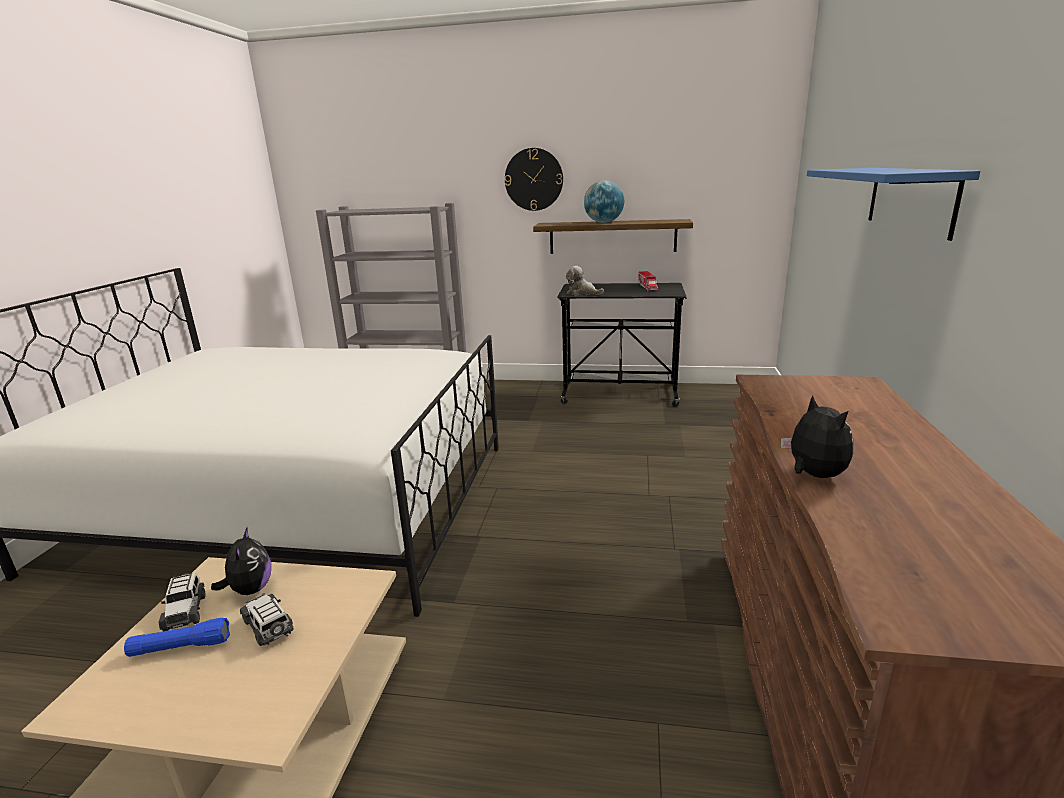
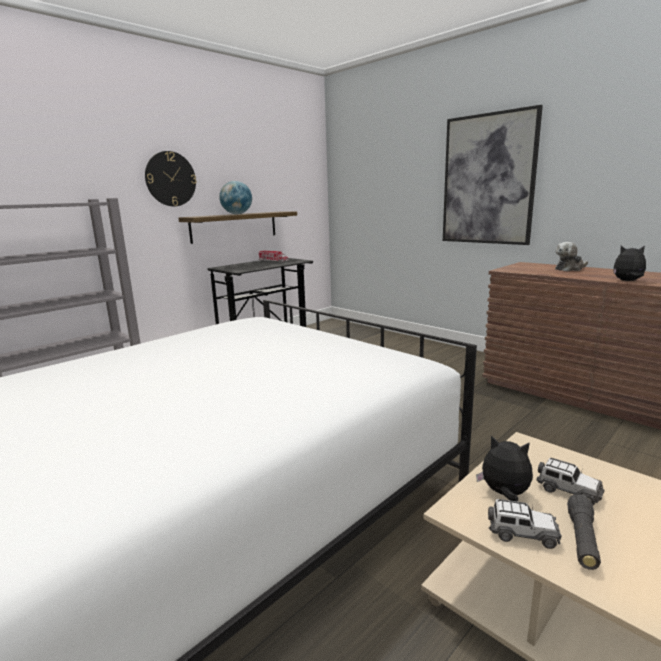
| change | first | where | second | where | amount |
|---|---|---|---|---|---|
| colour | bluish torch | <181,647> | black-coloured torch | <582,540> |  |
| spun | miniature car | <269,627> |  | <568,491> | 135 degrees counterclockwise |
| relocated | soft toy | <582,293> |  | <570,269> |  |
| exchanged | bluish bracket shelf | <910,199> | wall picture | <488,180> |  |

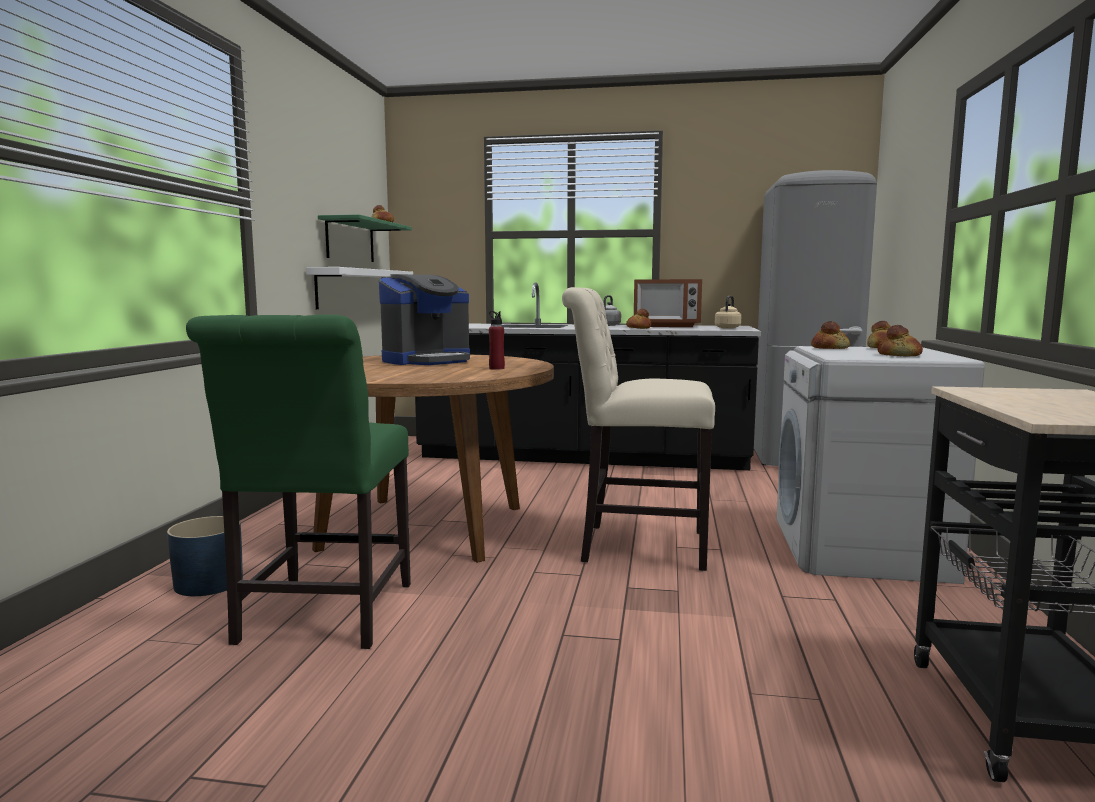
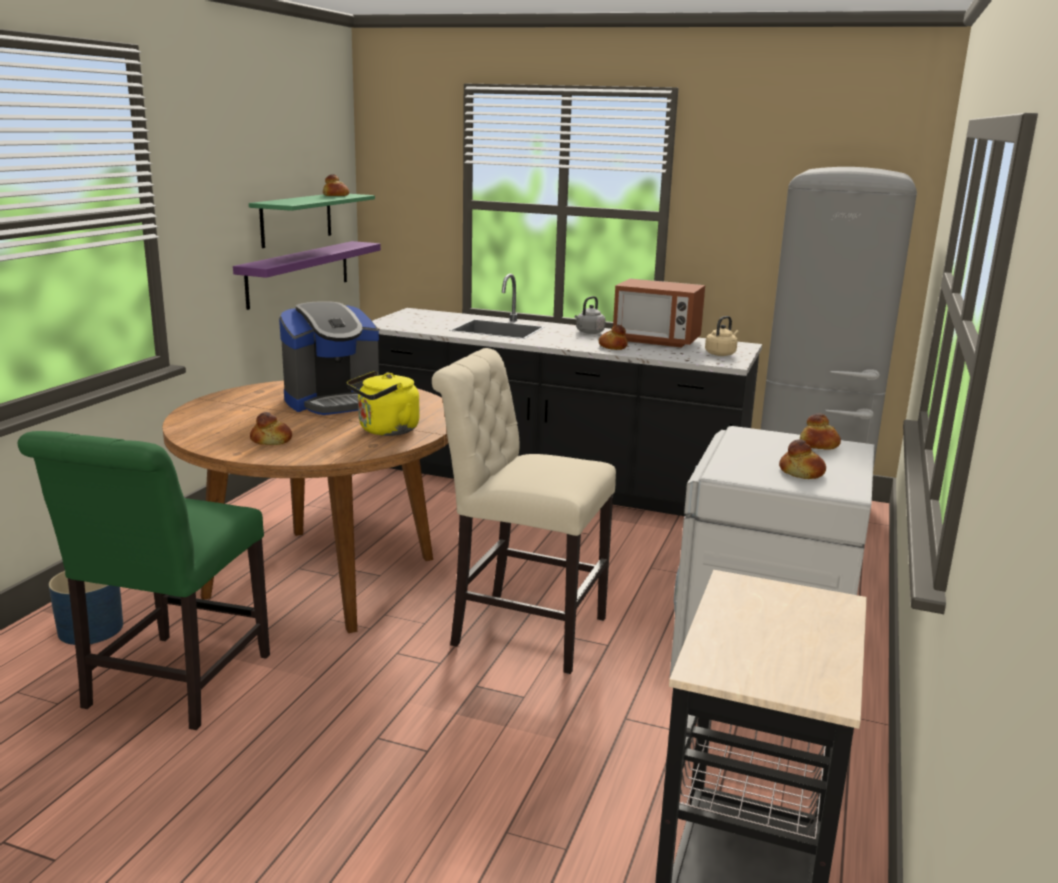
| change | first | where | second | where | amount |
|---|---|---|---|---|---|
| colour | whitish bracket shelf | <352,288> | purple-coloured bracket shelf | <299,273> |  |
| exchanged | red drink bottle | <496,368> | yellow water kettle | <385,431> |  |
| relocated | bakery bread | <829,348> |  | <272,440> |  |

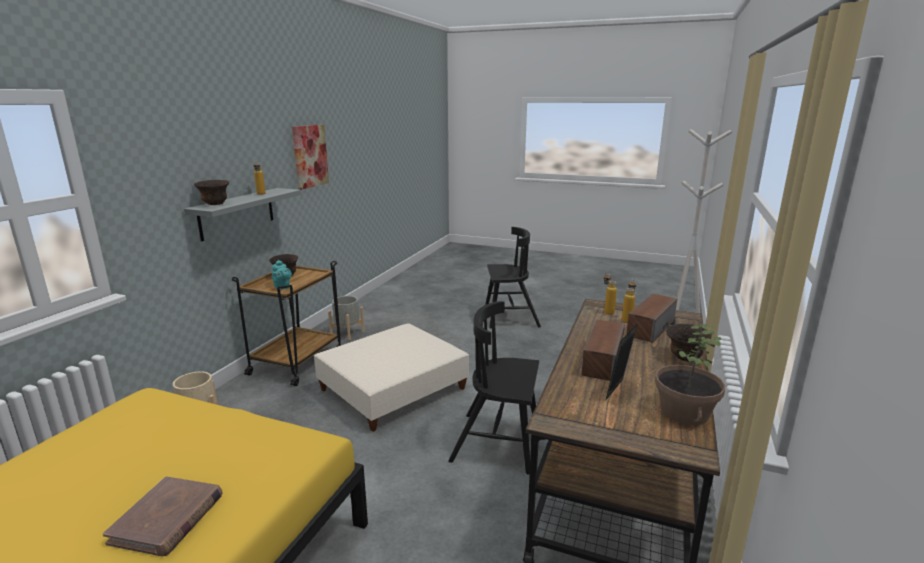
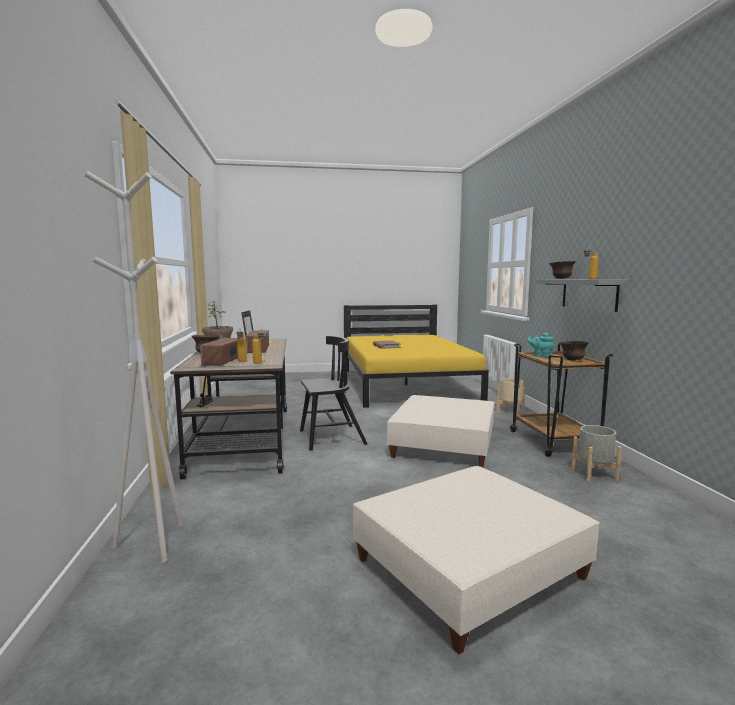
| change | first | where | second | where | amount |
|---|---|---|---|---|---|
| missing | wall picture | <310,156> |  |  |  |
| exchanged | black-coloured plain chair | <507,317> | sand-coloured footrest | <468,569> |  |

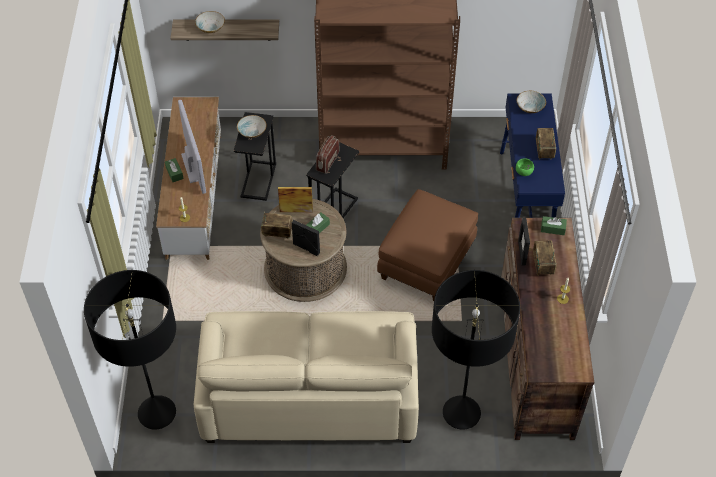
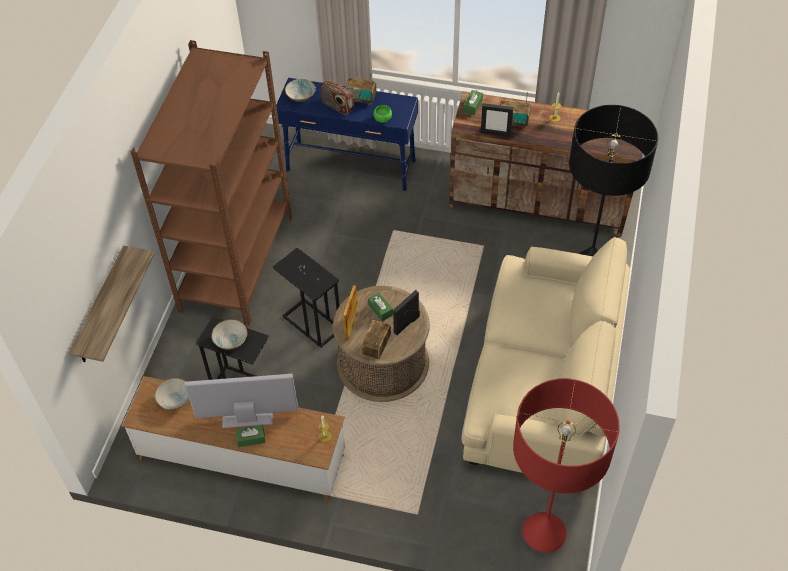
| change | first | where | second | where | amount |
|---|---|---|---|---|---|
| colour | black-coloured standard lamp | <157,415> | red standard lamp | <543,534> |  |
| relocated | deep dish | <210,28> |  | <174,399> |  |
| relocated | radio | <327,162> |  | <337,106> |  |
| missing | brown-coloured footrest | <427,262> |  |  |  |

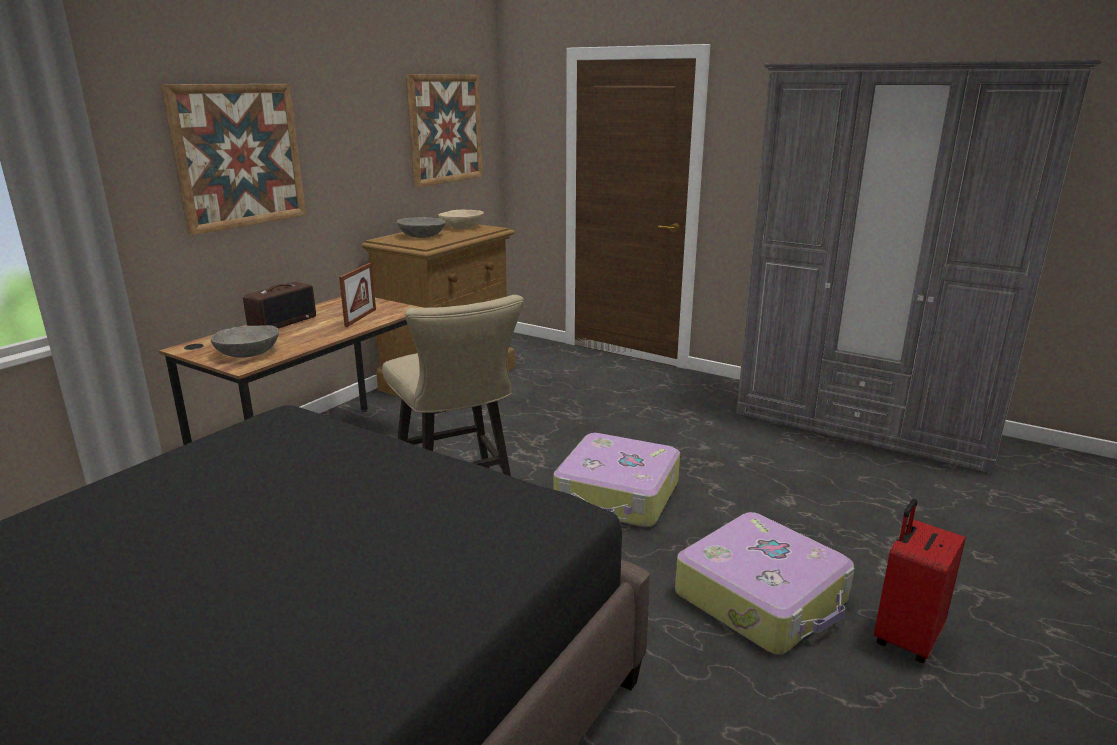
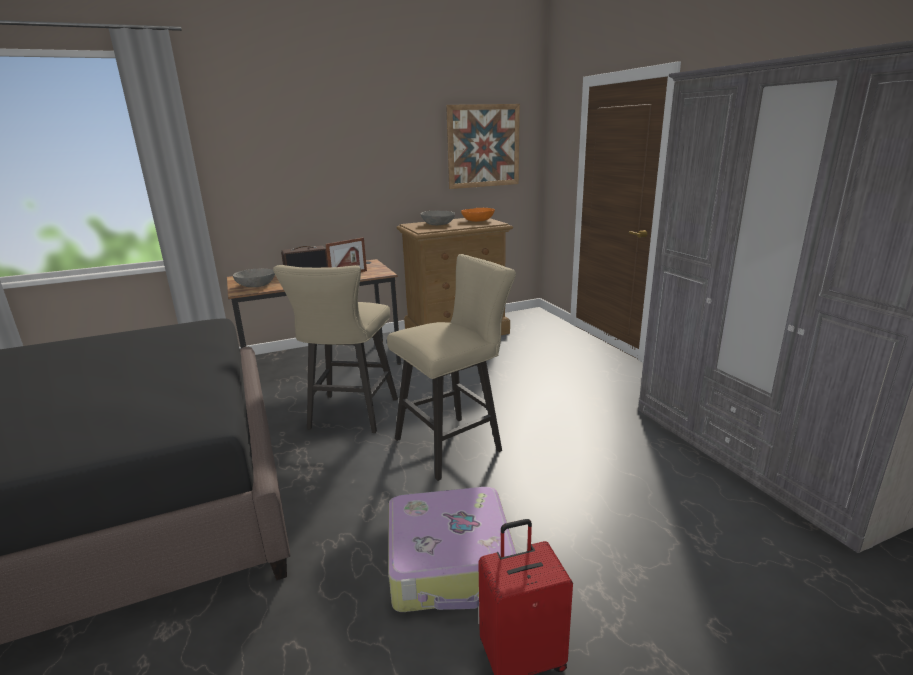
| change | first | where | second | where | amount |
|---|---|---|---|---|---|
| missing | wall picture | <239,156> |  |  |  |
| colour | sand-coloured deep dish | <462,227> | orangey deep dish | <478,220> |  |
| exchanged | travel case | <617,495> | sand-coloured stool | <455,443> |  |

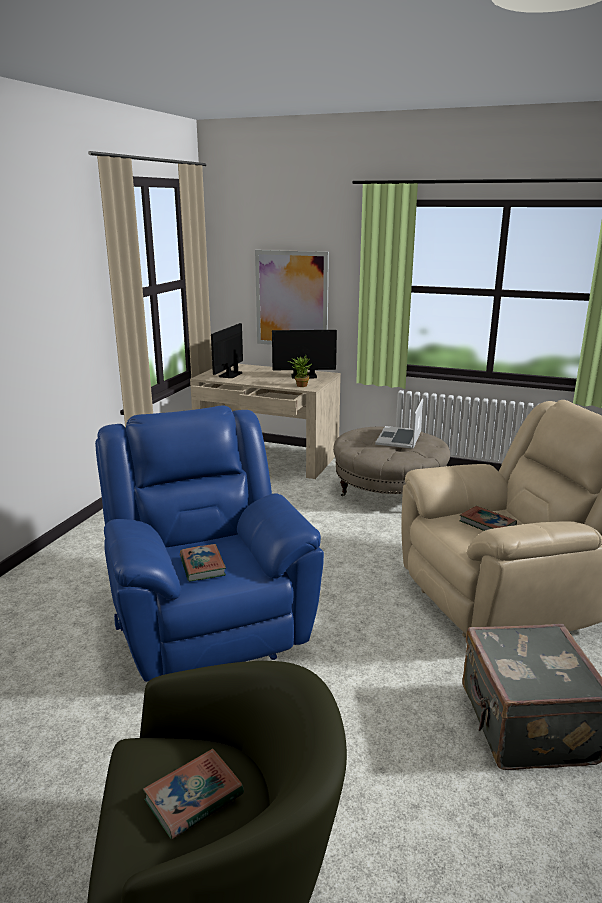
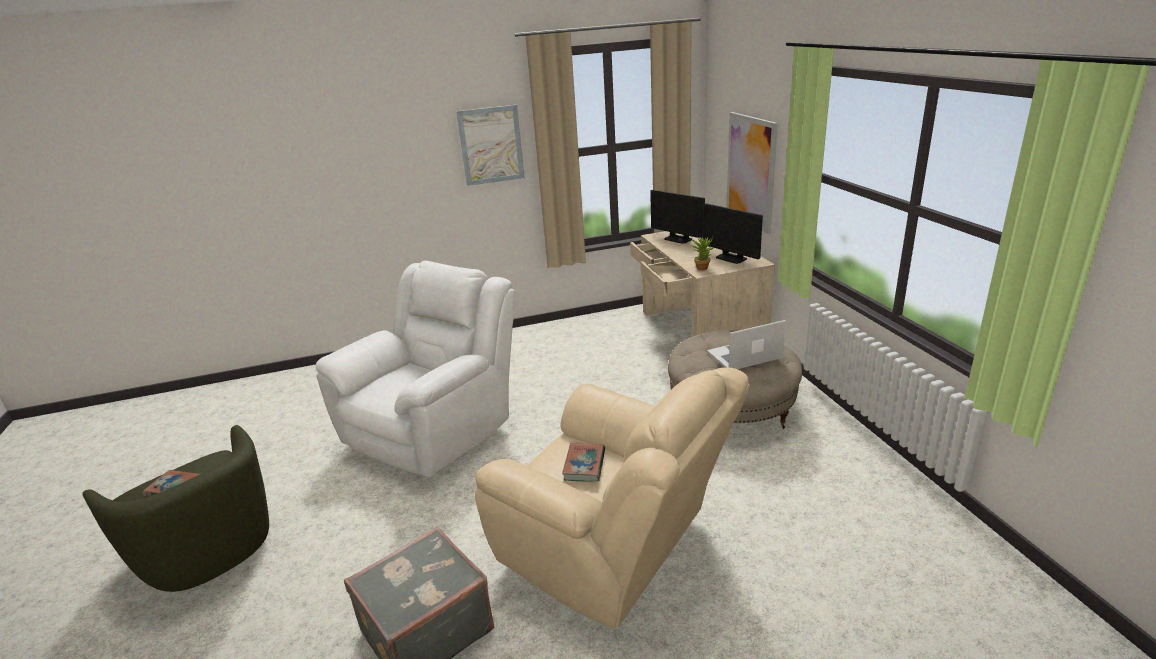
| change | first | where | second | where | amount |
|---|---|---|---|---|---|
| colour | bluish easy chair | <208,619> | whitish easy chair | <435,430> |  |
| missing | book | <202,566> |  |  |  |
| spun | computer screen | <230,374> |  | <678,239> | 120 degrees counterclockwise |
| appeared |  |  | wall picture | <491,145> |  |

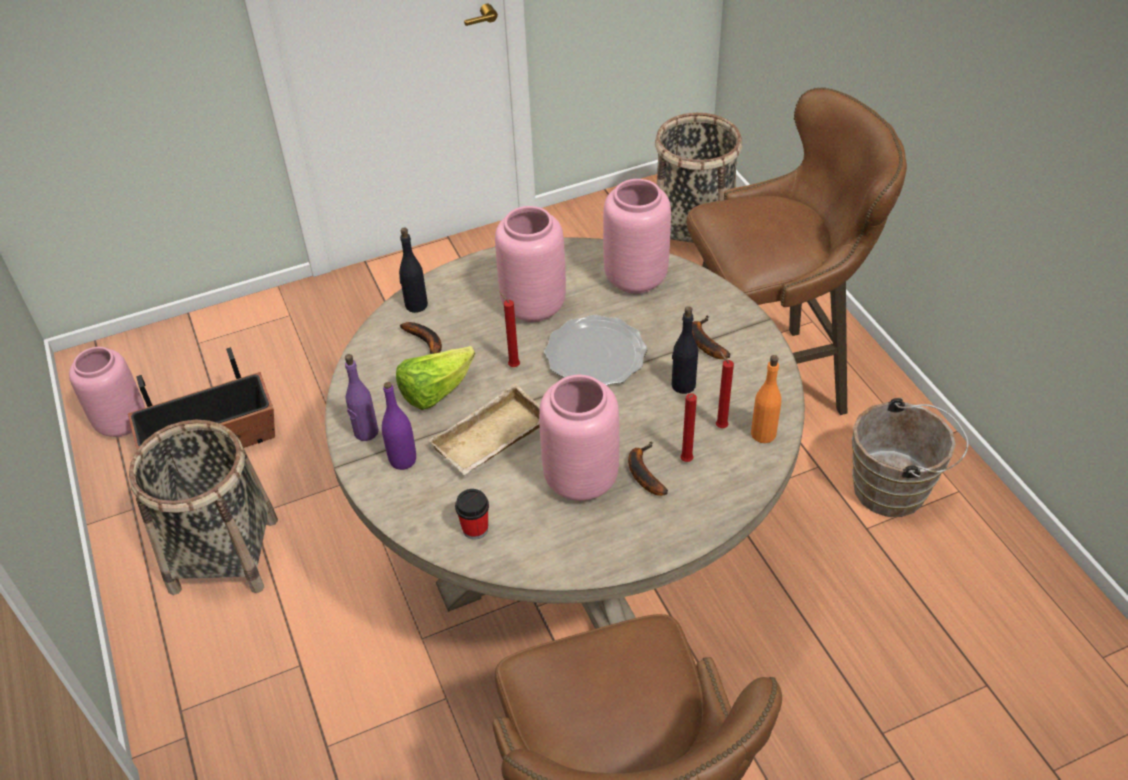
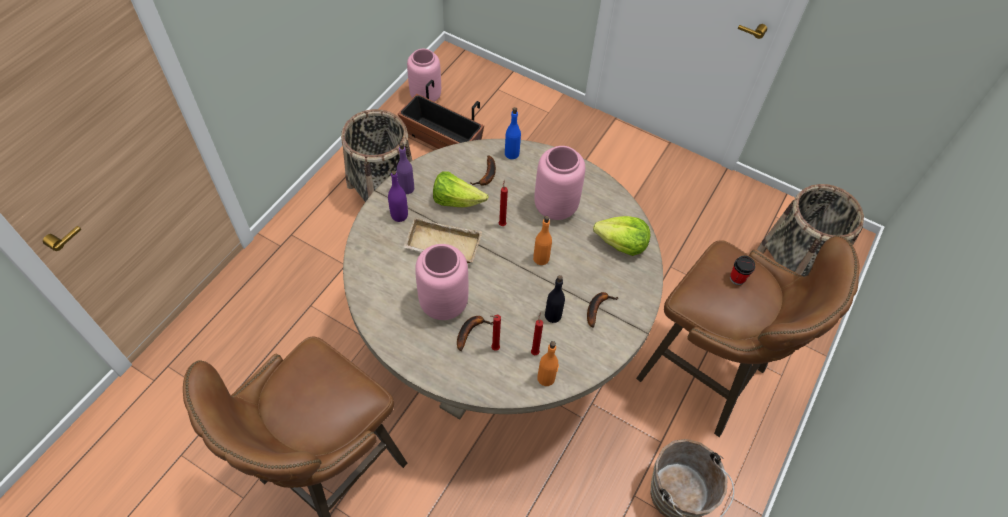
| change | first | where | second | where | amount |
|---|---|---|---|---|---|
| colour | black-coloured drink bottle | <416,305> | bluish drink bottle | <511,153> |  |
| relocated | cup | <475,529> |  | <737,278> |  |
| exchanged | plate | <595,355> | orangey drink bottle | <541,258> |  |
| exchanged | pink vase | <637,279> | head of lettuce | <621,244> |  |

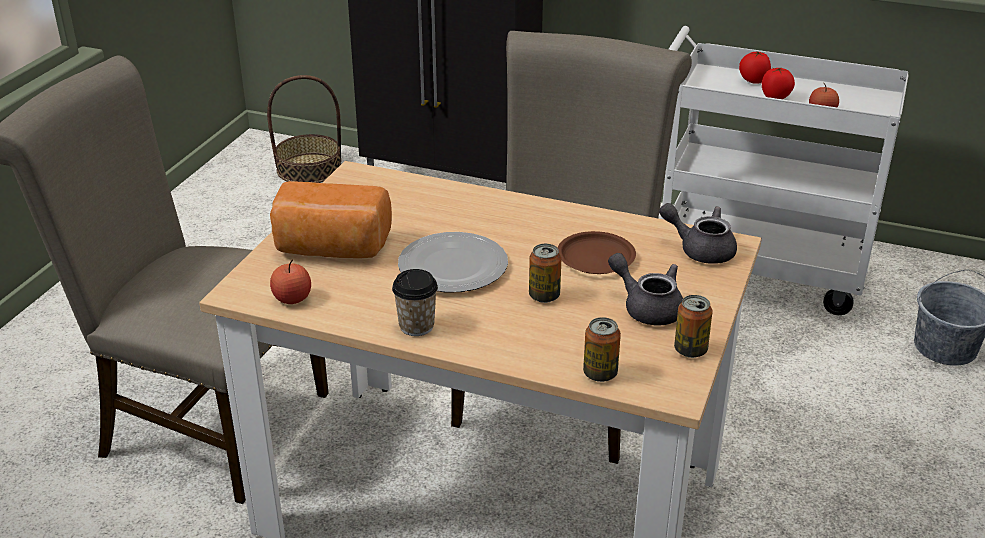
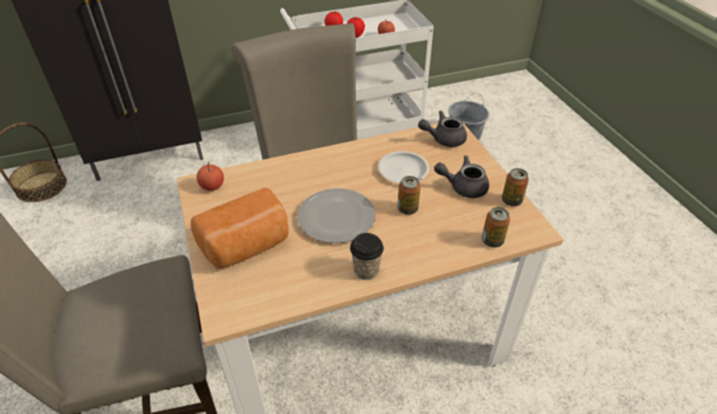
| change | first | where | second | where | amount |
|---|---|---|---|---|---|
| relocated | apple | <292,298> |  | <212,186> |  |
| colour | brown-coloured plate | <595,258> | whitish plate | <403,171> |  |

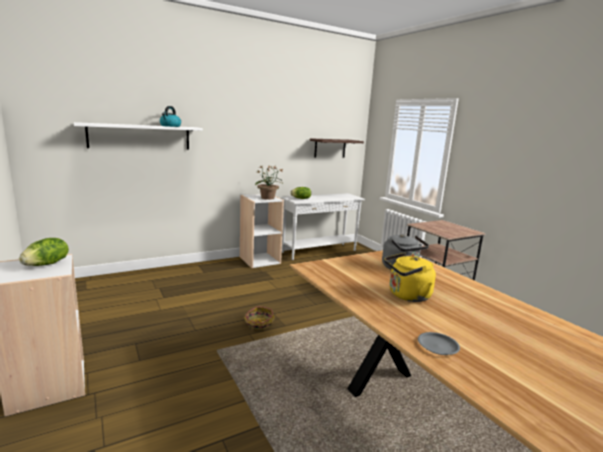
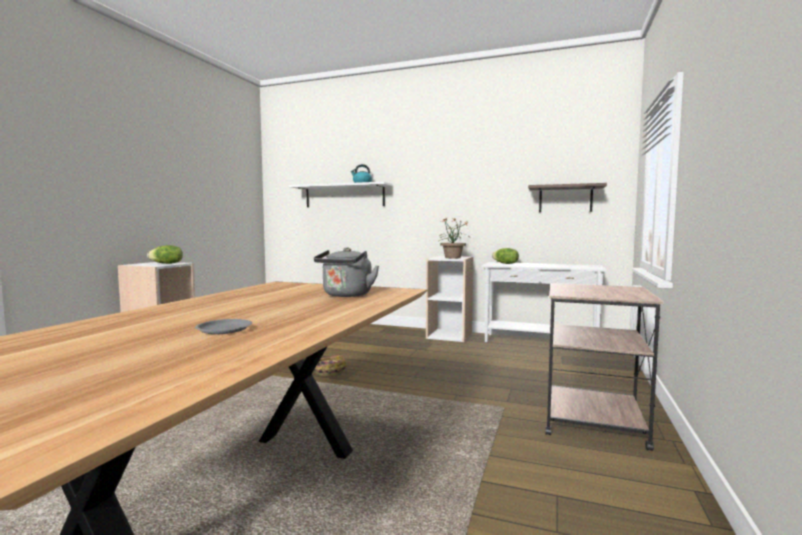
| change | first | where | second | where | amount |
|---|---|---|---|---|---|
| missing | yellow water kettle | <407,296> |  |  |  |
| relocated | grey plate | <437,346> |  | <224,329> |  |

